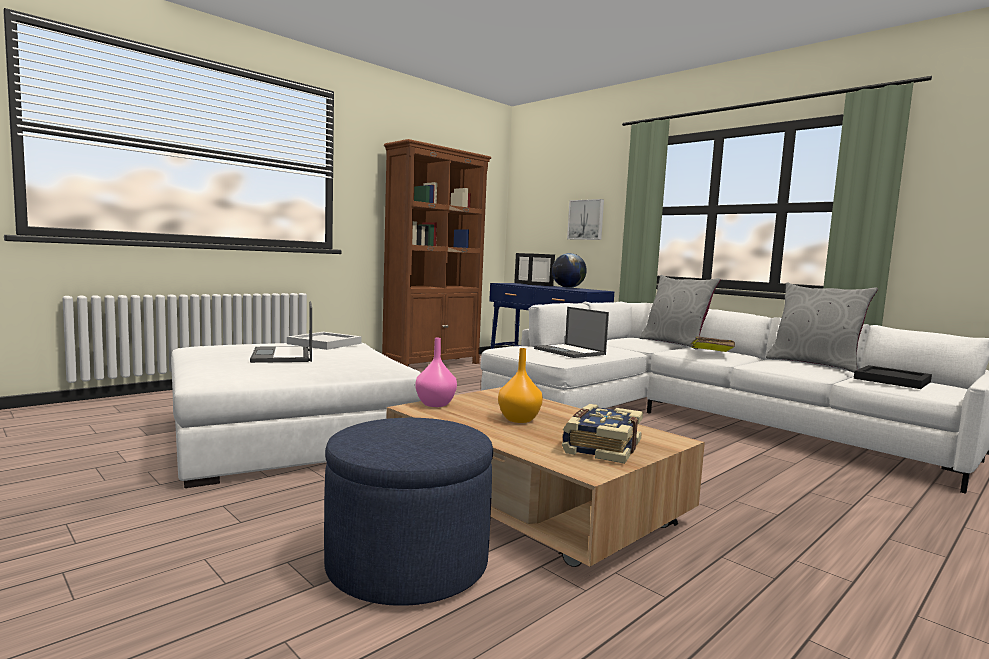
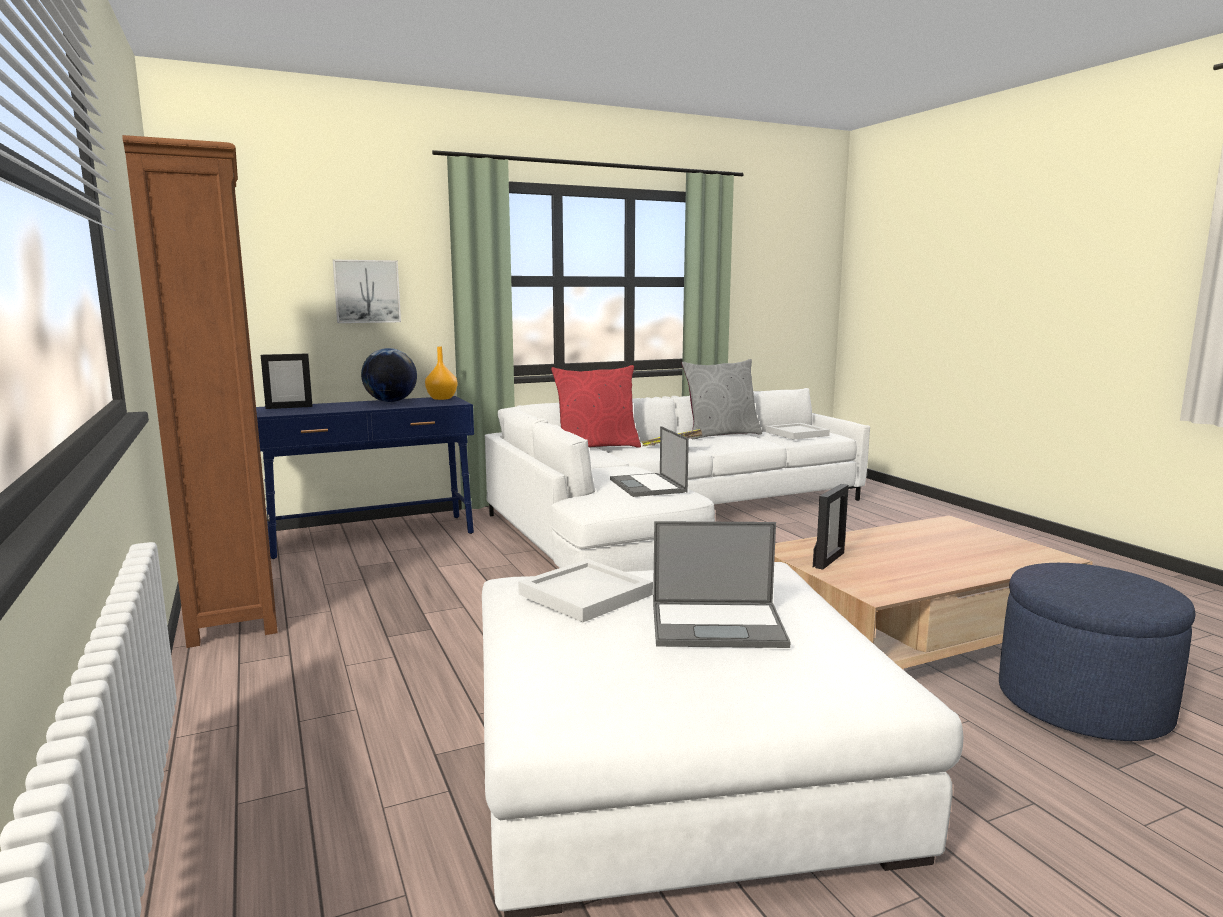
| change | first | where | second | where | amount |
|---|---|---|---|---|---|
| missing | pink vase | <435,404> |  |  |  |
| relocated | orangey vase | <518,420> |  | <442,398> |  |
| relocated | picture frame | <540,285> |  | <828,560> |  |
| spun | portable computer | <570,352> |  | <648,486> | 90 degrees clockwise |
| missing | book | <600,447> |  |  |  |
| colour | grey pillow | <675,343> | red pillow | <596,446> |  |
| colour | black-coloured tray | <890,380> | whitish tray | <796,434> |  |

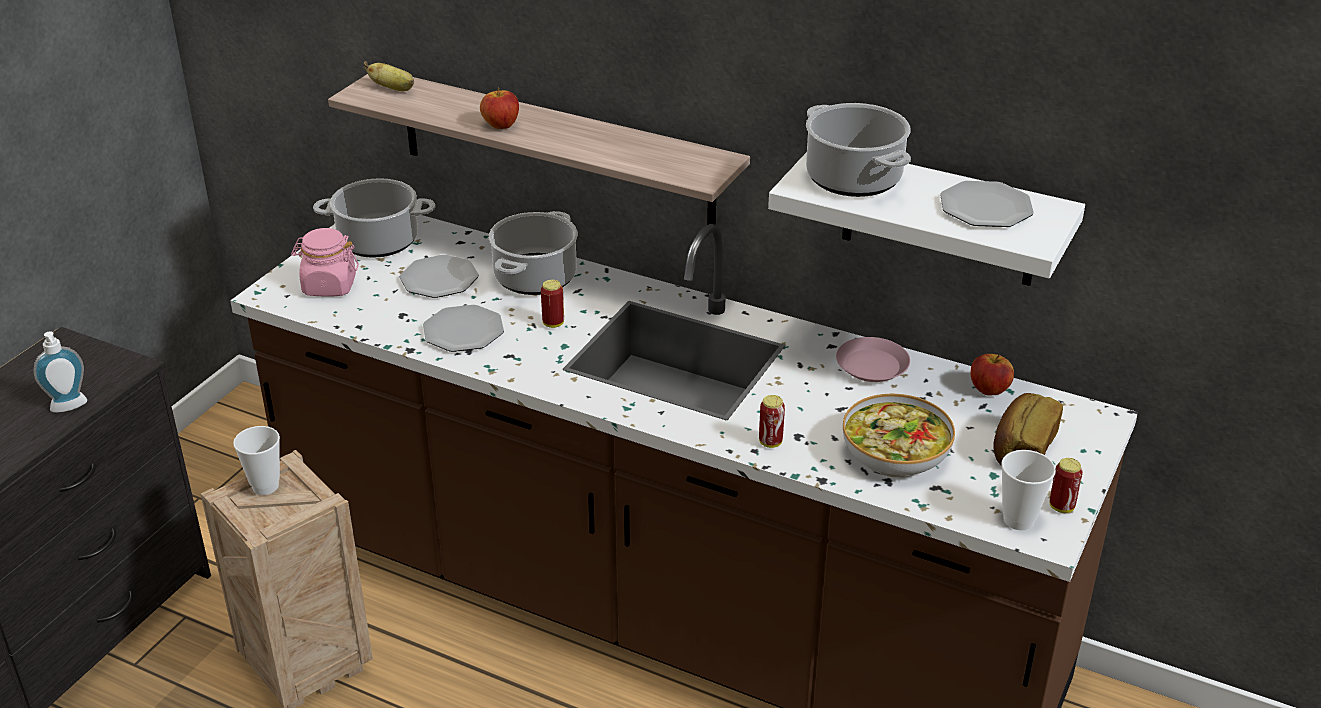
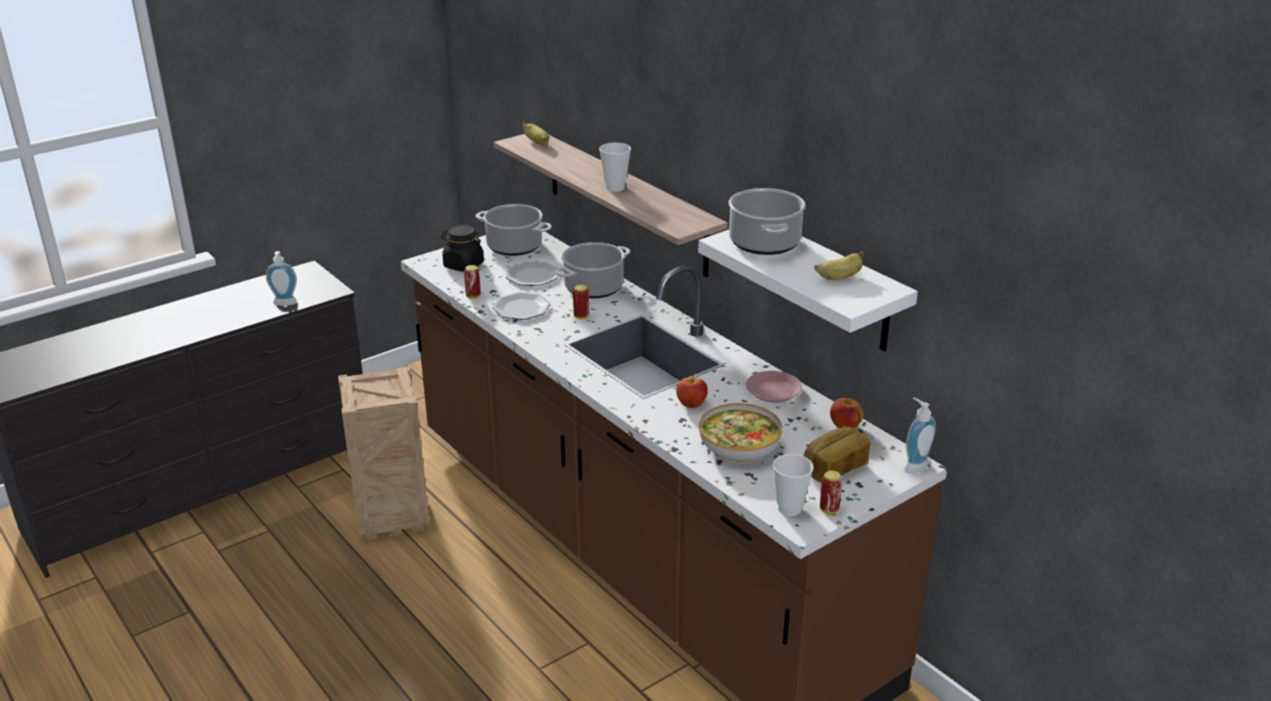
| change | first | where | second | where | amount |
|---|---|---|---|---|---|
| relocated | cup | <265,486> |  | <615,188> |  |
| colour | pink storage jar | <329,286> | black-coloured storage jar | <463,265> |  |
| relocated | apple | <501,125> |  | <691,404> |  |
| relocated | can | <770,442> |  | <473,296> |  |
| exchanged | plate | <985,207> | banana fruit | <839,278> |  |
| appeared |  |  | liquid soap bottle | <913,465> |  |

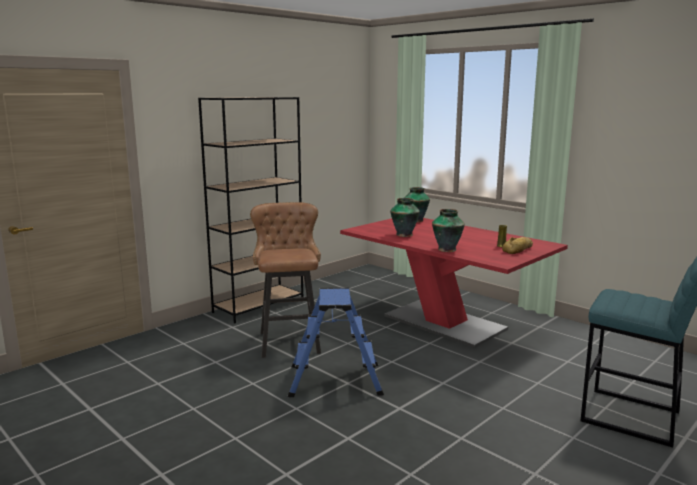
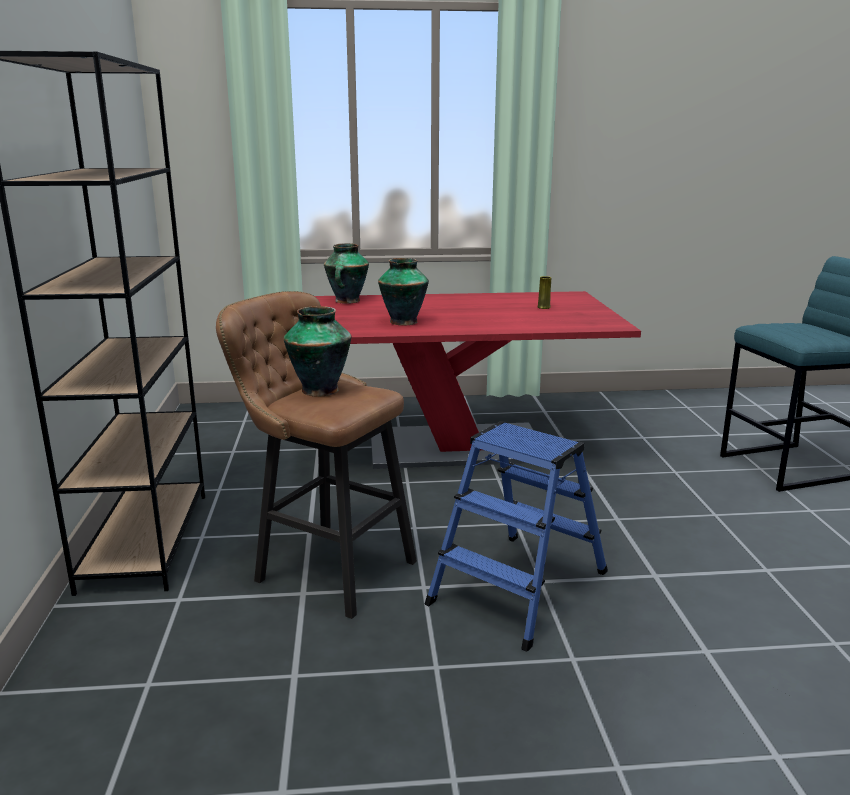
| change | first | where | second | where | amount |
|---|---|---|---|---|---|
| relocated | vase | <447,249> |  | <320,390> |  |
| missing | bakery bread | <518,249> |  |  |  |

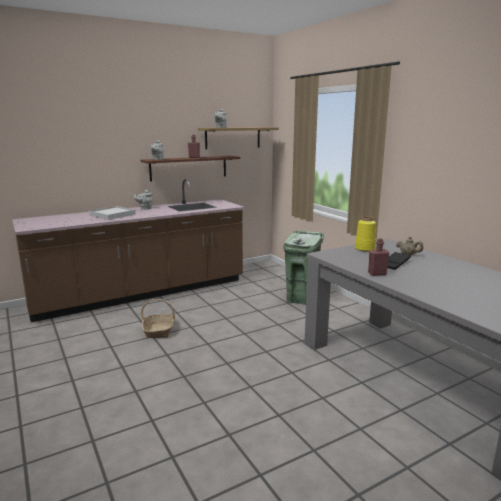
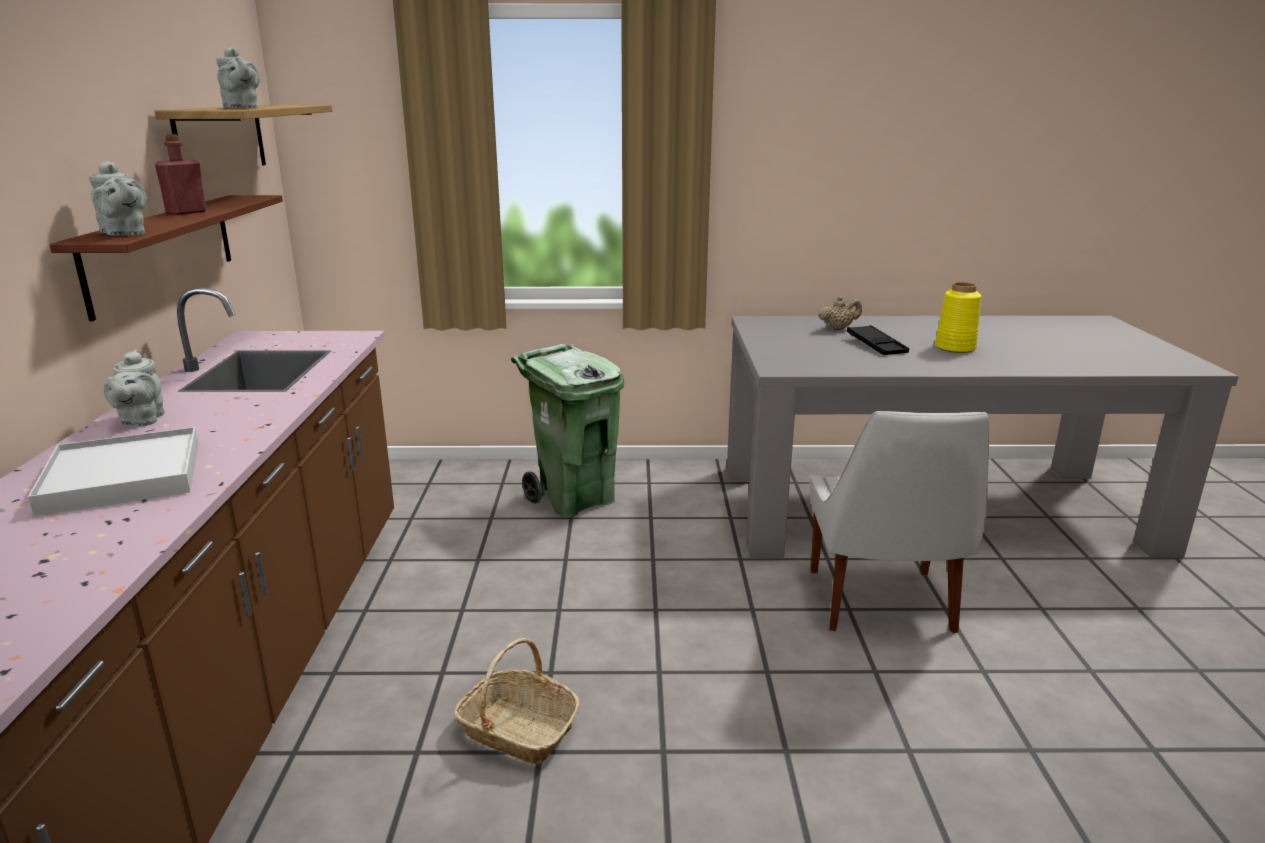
| change | first | where | second | where | amount |
|---|---|---|---|---|---|
| relocated | yellow vase | <364,249> |  | <955,348> |  |
| missing | red drink bottle | <377,274> |  |  |  |
| appeared |  |  | whitish plain chair | <881,604> |  |

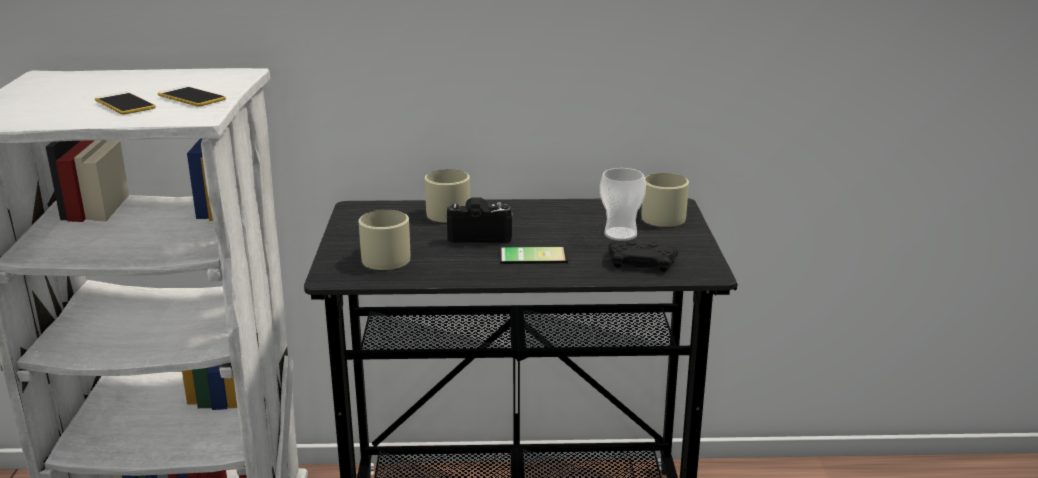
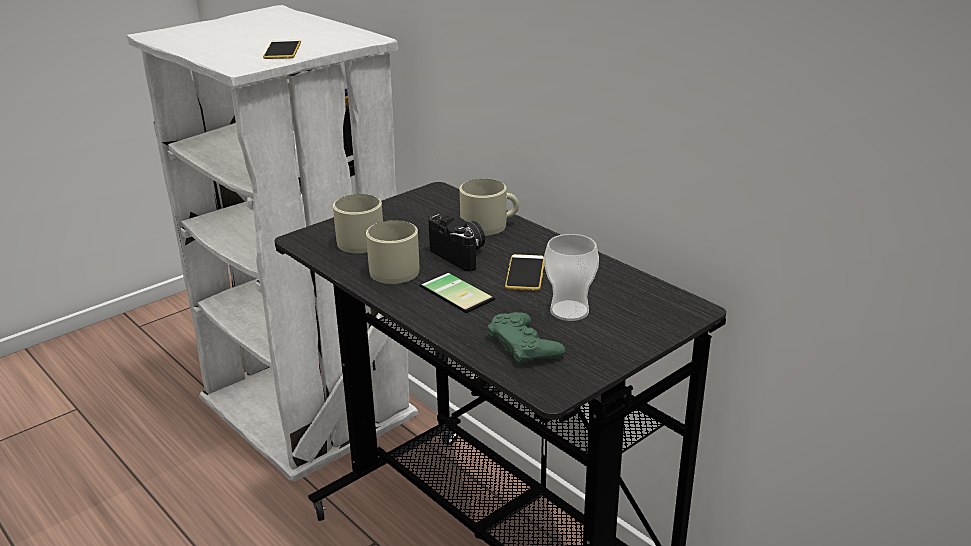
| change | first | where | second | where | amount |
|---|---|---|---|---|---|
| relocated | telephone | <125,104> |  | <525,273> |  |
| colour | black-coloured game controller | <641,261> | green game controller | <524,345> |  |
| relocated | sand-coloured tea mug | <660,216> |  | <398,268> |  |

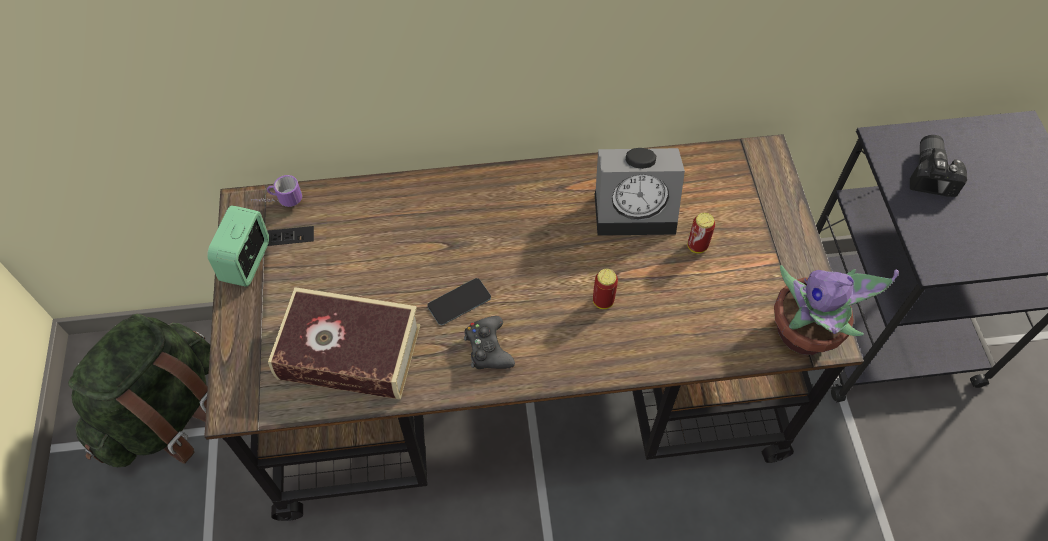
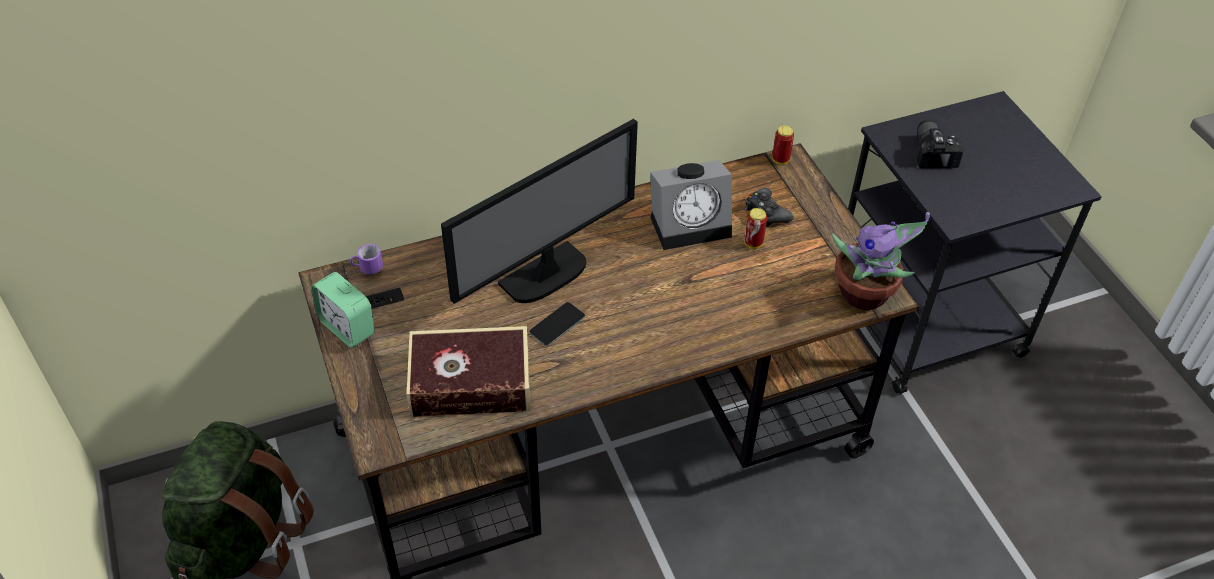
| change | first | where | second | where | amount |
|---|---|---|---|---|---|
| spun | alarm clock | <247,262> |  | <347,327> | 45 degrees counterclockwise |
| relocated | black-coloured game controller | <488,348> |  | <766,213> |  |
| relocated | can | <603,301> |  | <780,160> |  |
| appeared |  |  | computer screen | <546,276> |  |

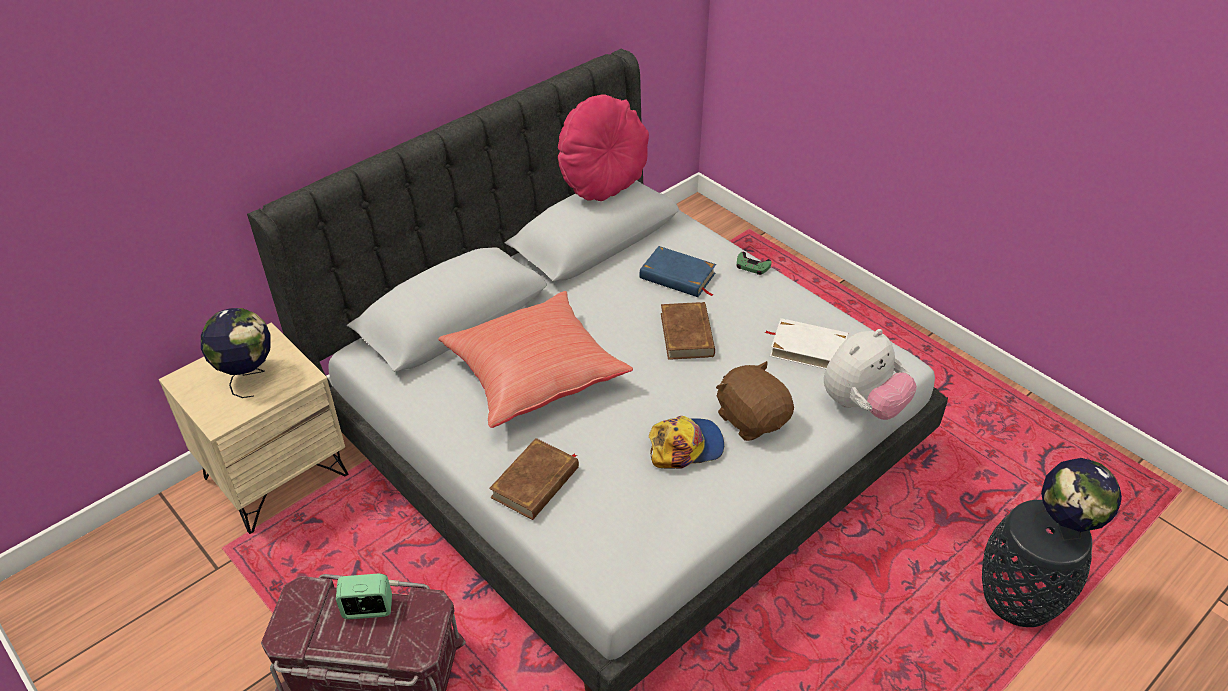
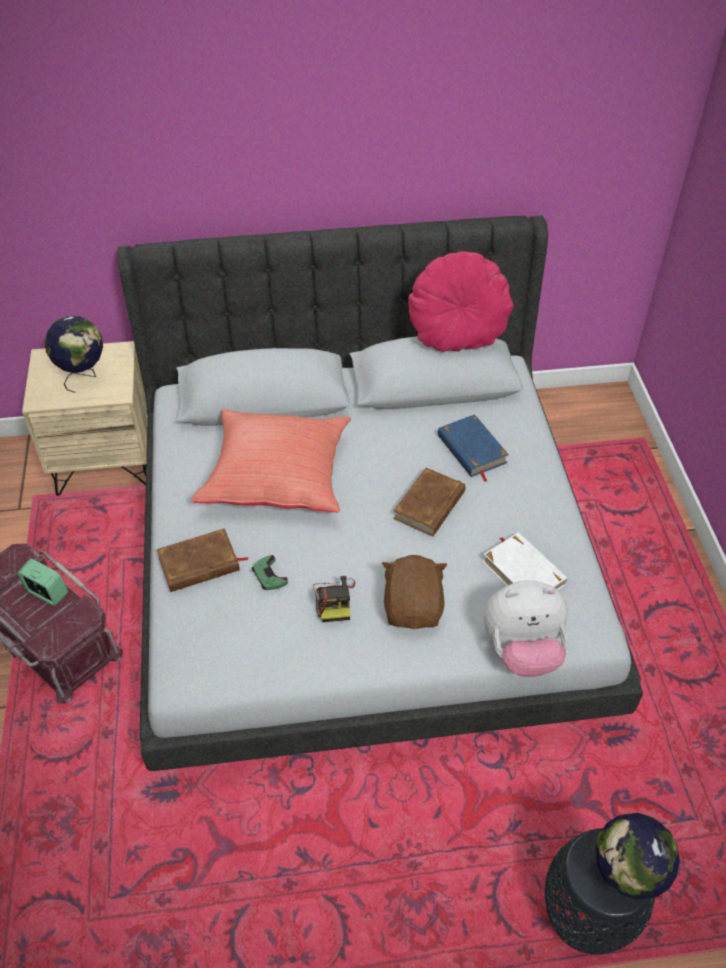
| change | first | where | second | where | amount |
|---|---|---|---|---|---|
| exchanged | peaked cap | <685,446> | photo camera | <334,600> |  |
| relocated | green game controller | <752,266> |  | <269,576> |  |

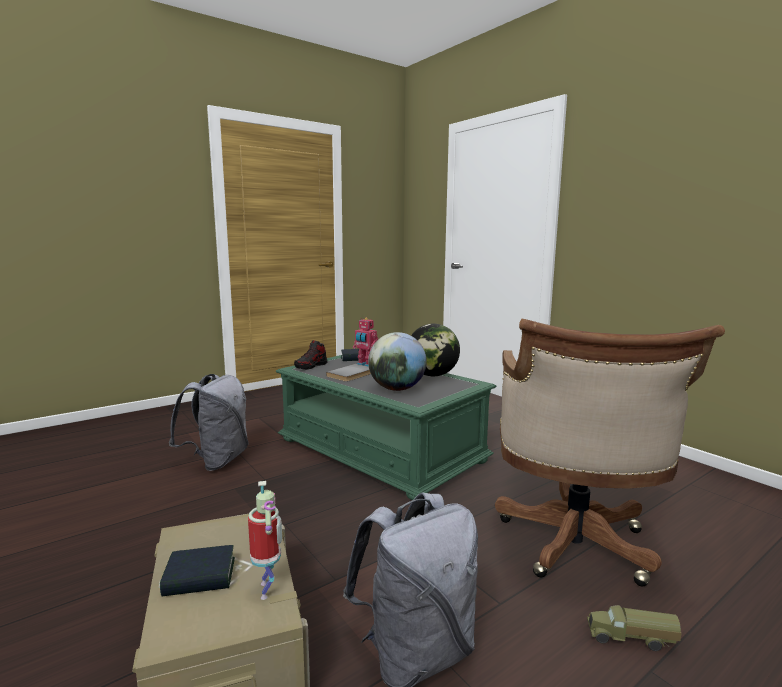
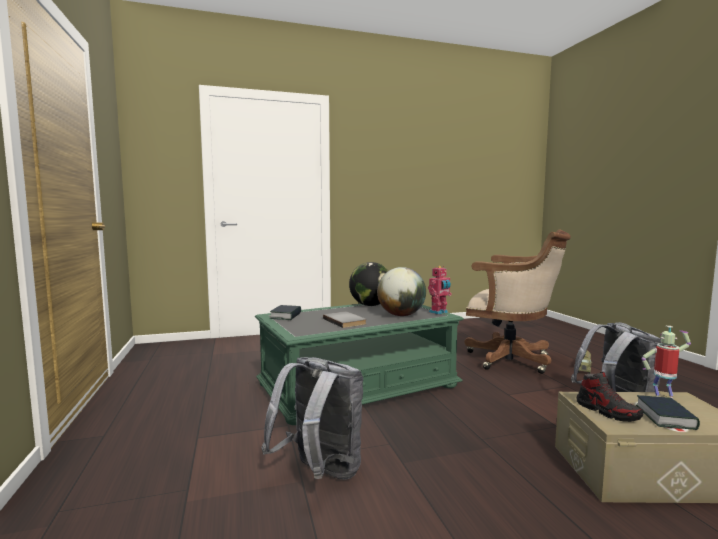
| change | first | where | second | where | amount |
|---|---|---|---|---|---|
| relocated | low shoe | <311,366> |  | <607,412> |  |
| relocated | robot figure | <365,365> |  | <439,312> |  |

